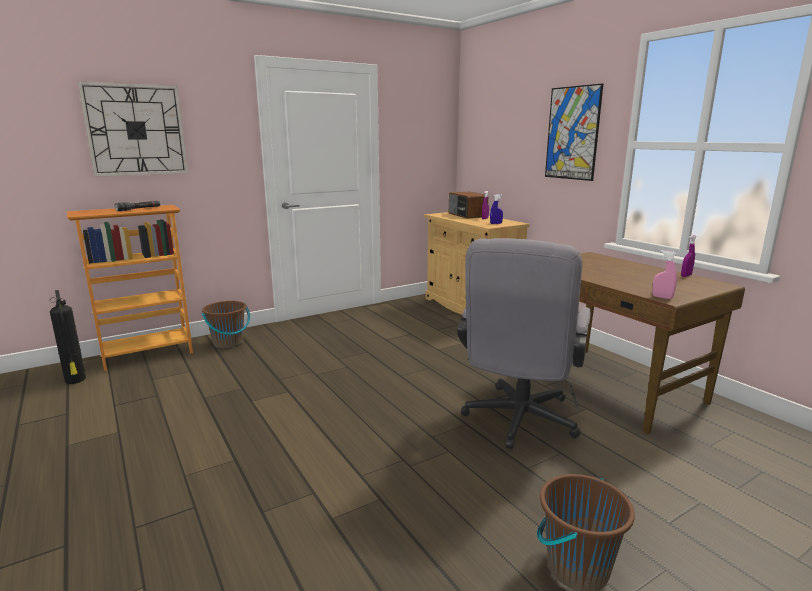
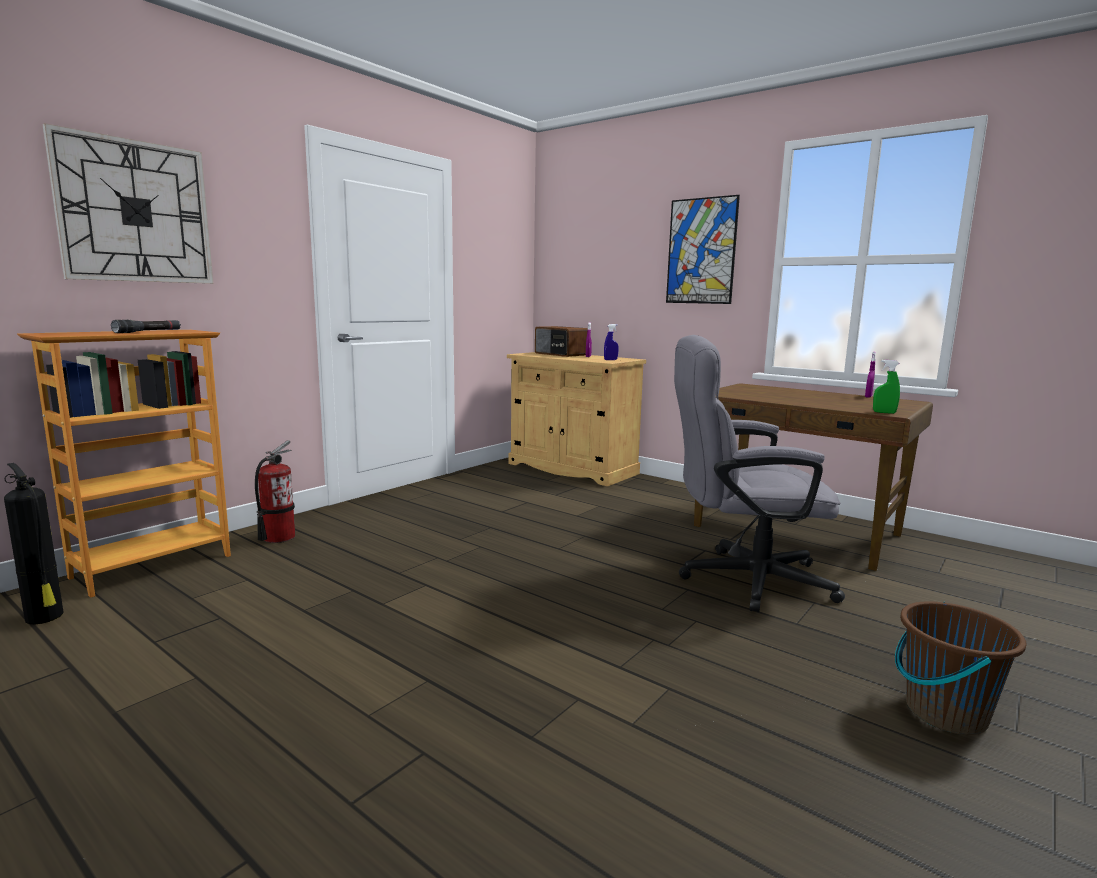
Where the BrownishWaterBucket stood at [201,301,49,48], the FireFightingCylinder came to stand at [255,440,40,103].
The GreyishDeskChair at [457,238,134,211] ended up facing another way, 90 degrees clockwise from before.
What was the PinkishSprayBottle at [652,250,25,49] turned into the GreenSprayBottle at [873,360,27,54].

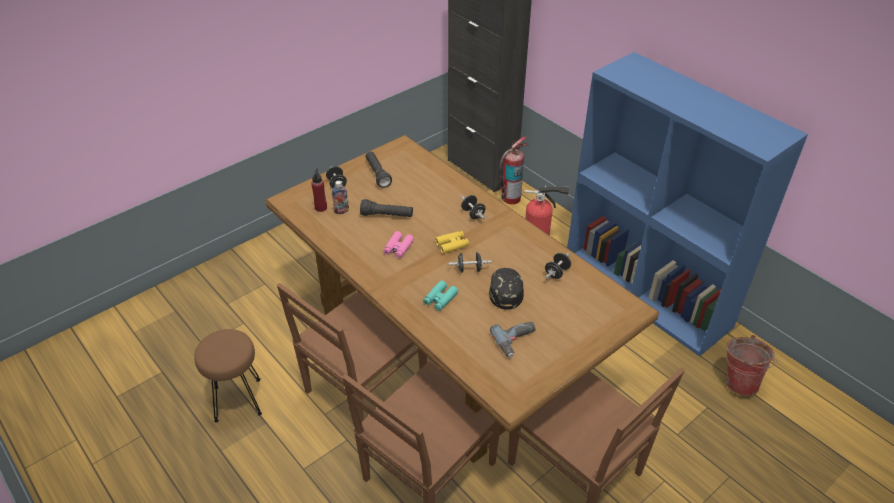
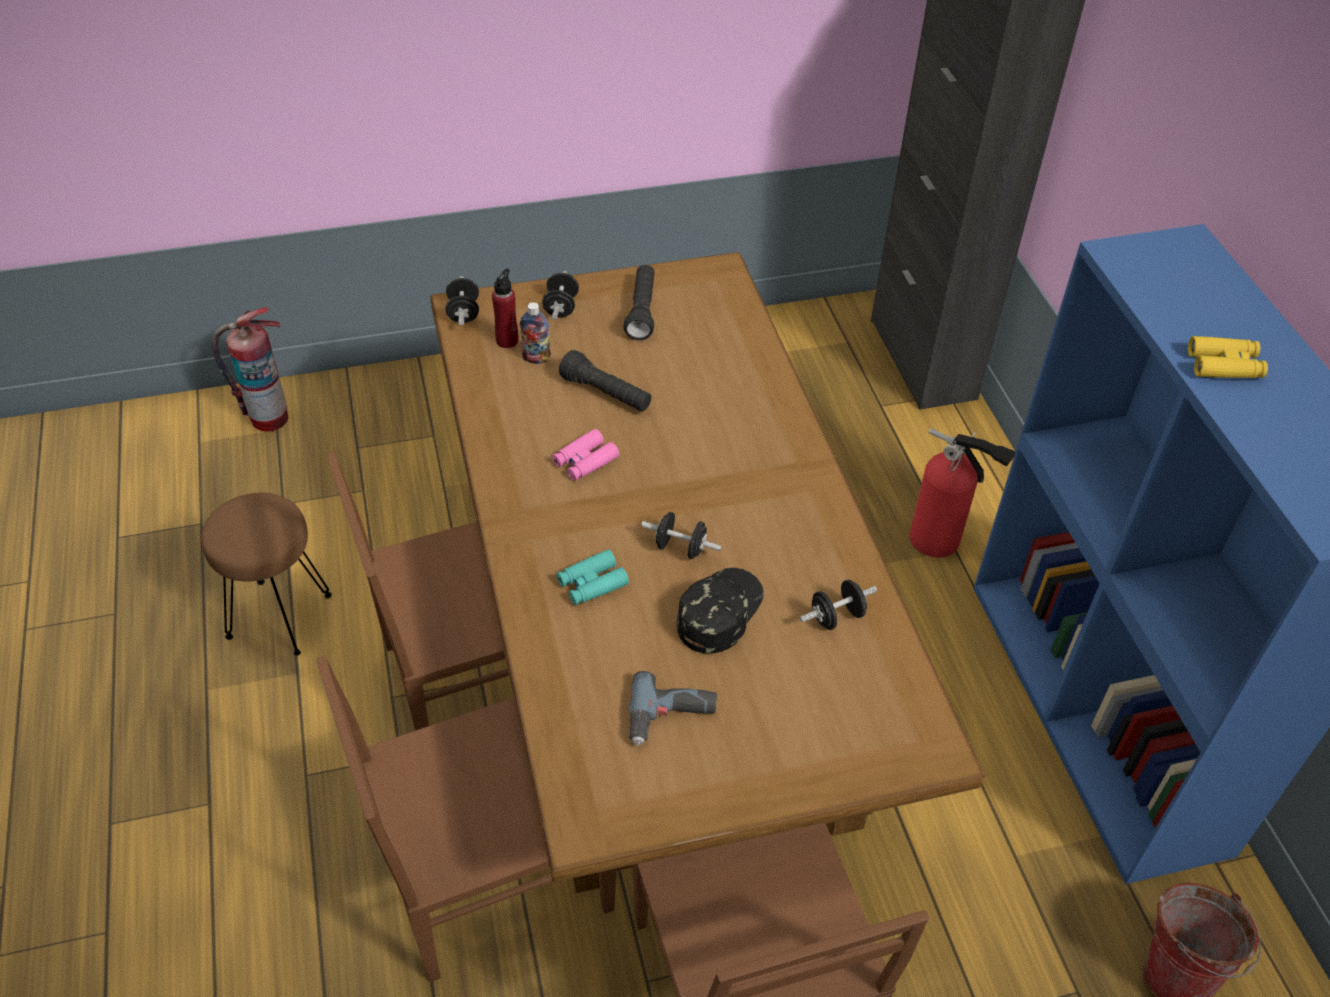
The YellowishBinoculars ended up elsewhere, having gone from [435,231,34,23] to [1188,336,80,42].
The BlackDumbbell ended up elsewhere, having gone from [461,195,25,24] to [445,276,34,50].
The FireFightingCylinder ended up elsewhere, having gone from [499,136,30,68] to [212,307,76,125].

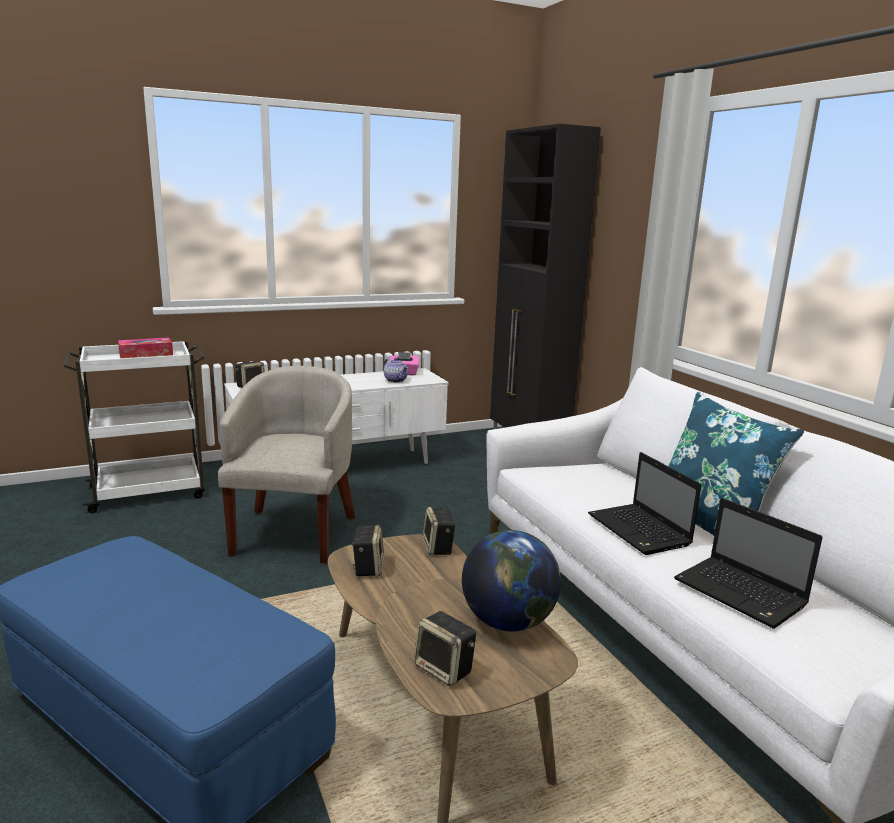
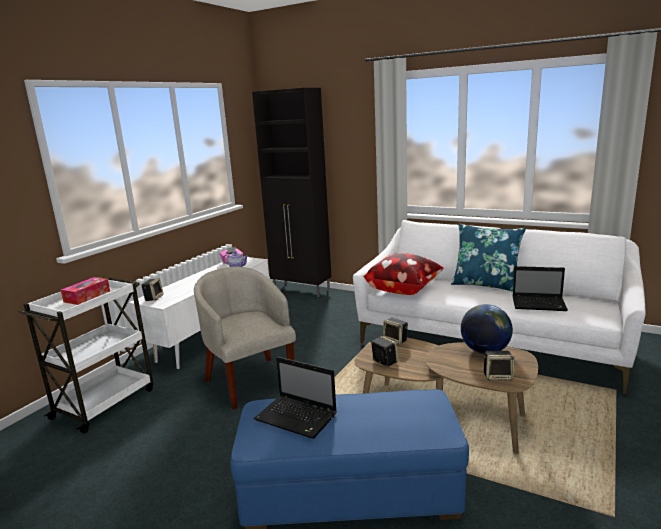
The Laptop ended up elsewhere, having gone from [588,452,113,103] to [254,357,83,82].
The second view gained the Pillow at [363,253,81,42].

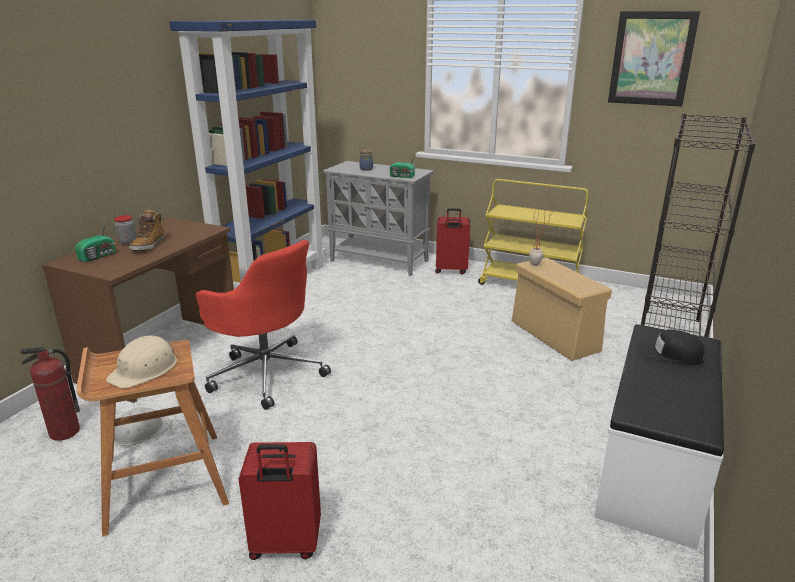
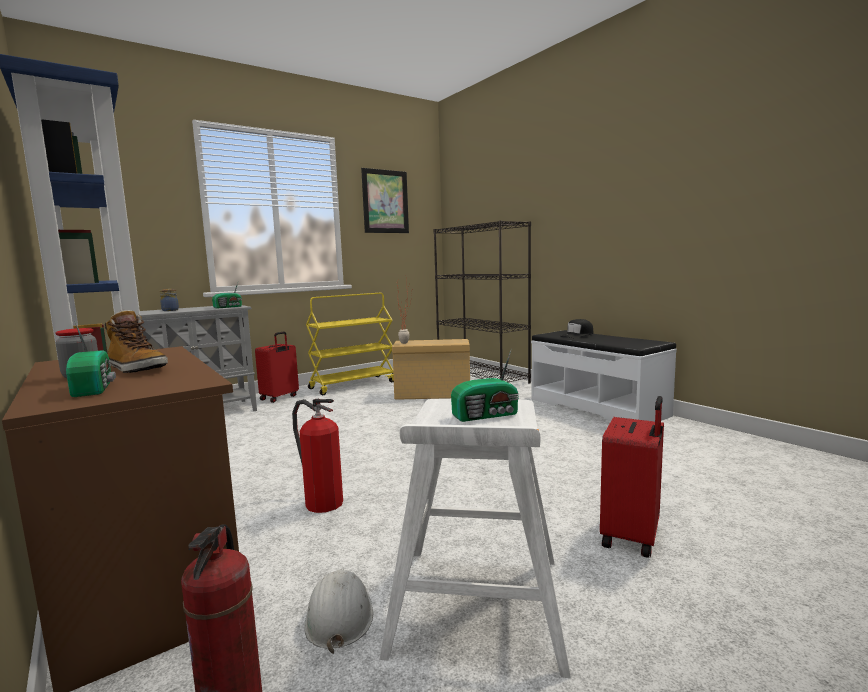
What was the BrownishStool at [76,340,153,196] turned into the WhitishStool at [380,399,191,279].
Where the BeigeSafetyHelmet stood at [106,336,71,52], the RadioSet came to stand at [451,348,68,74].
Where the RedColouredDeskChair stood at [196,240,135,170], the FireFightingCylinder came to stand at [292,399,51,114].

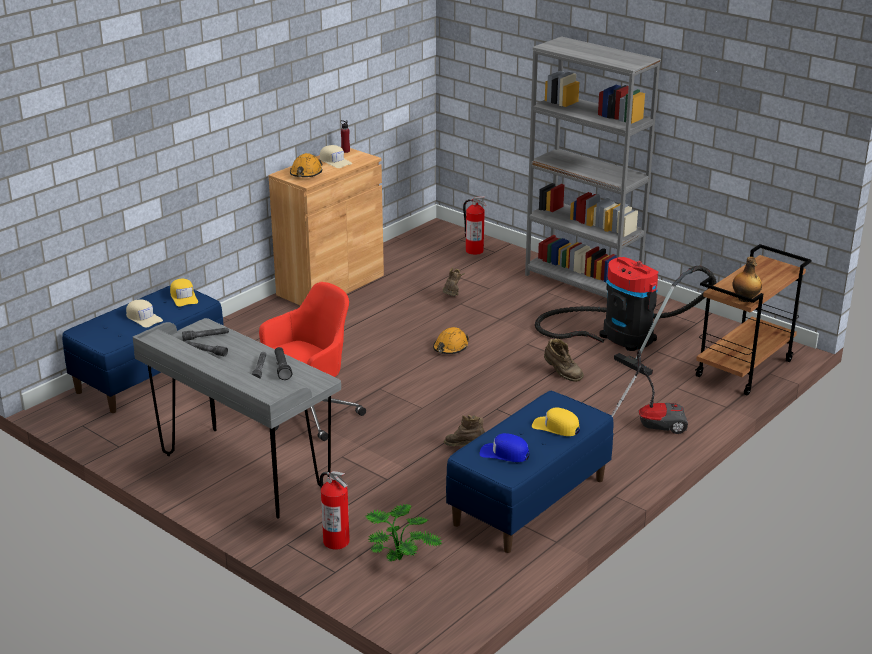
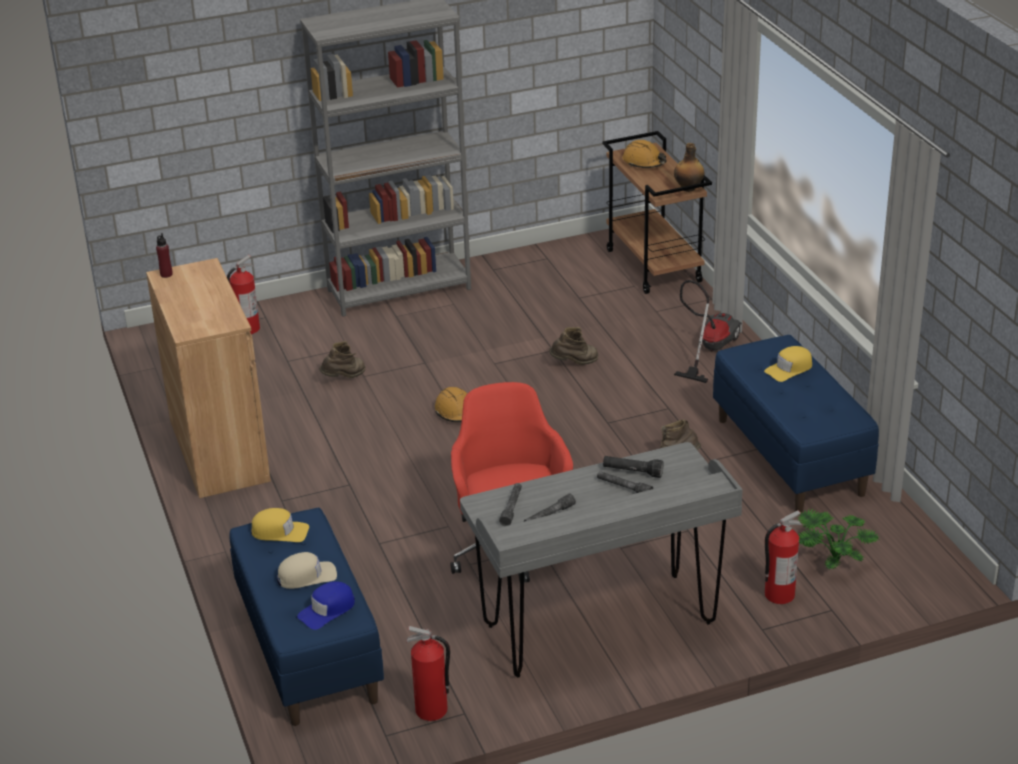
The OrangeySafetyHelmet ended up elsewhere, having gone from [290,153,33,24] to [623,140,44,28].
The second view lost the BeigeCap at [320,145,32,23].
The BrownishTallBoot at [443,267,22,29] ended up facing another way, 105 degrees clockwise from before.
The BlueColouredCap ended up elsewhere, having gone from [480,433,50,29] to [297,581,58,49].
The second view lost the Hoover at [535,257,181,119].
The second view gained the FireFightingCylinder at [406,626,44,95].

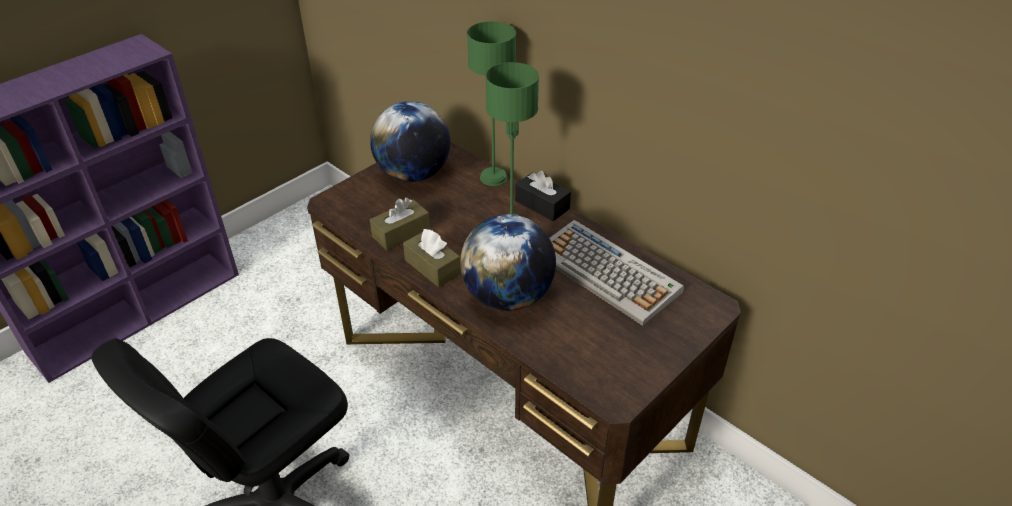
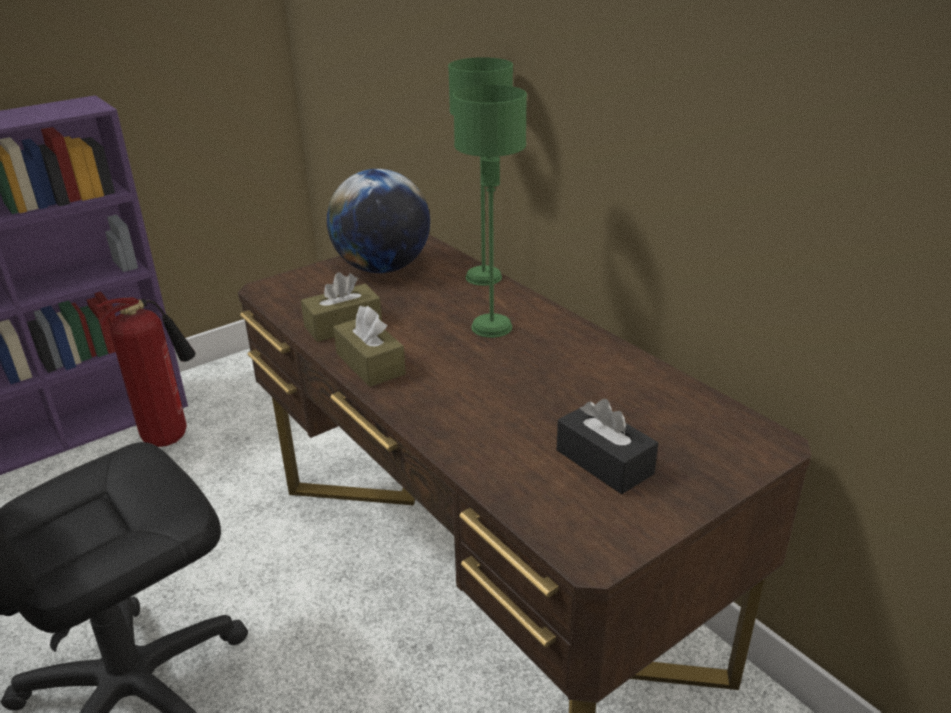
The second view lost the Globe at [460,214,96,97].
The BlackBoxOfTissues ended up elsewhere, having gone from [515,171,56,50] to [557,399,101,95].
The second view lost the PcKeyboard at [550,220,134,106].
The second view gained the FireFightingCylinder at [95,297,101,150].

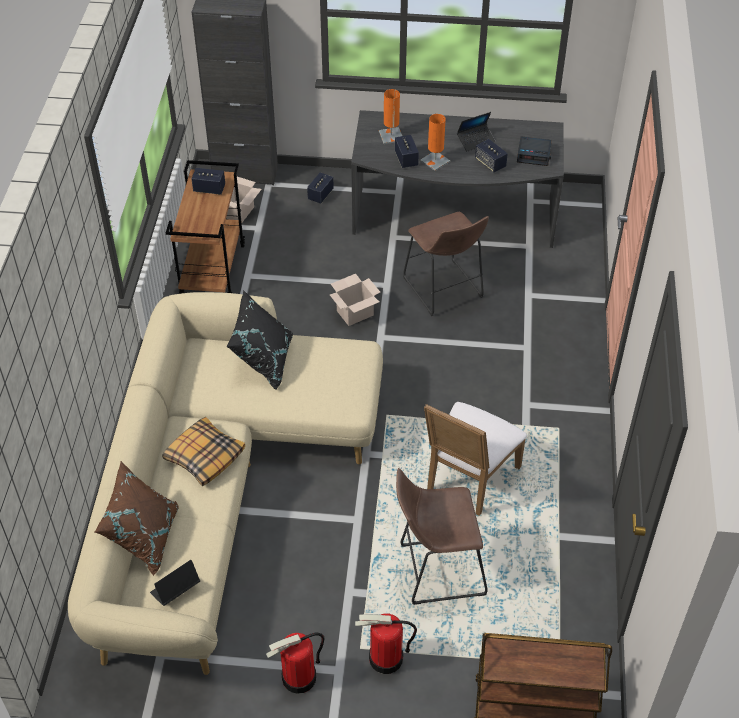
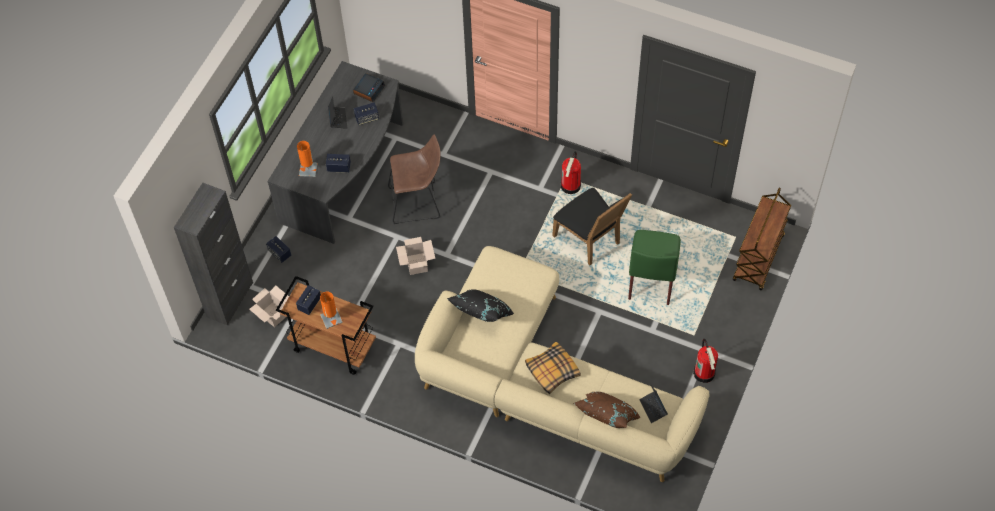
The FireFightingCylinder ended up elsewhere, having gone from [355,614,62,60] to [561,151,20,43].
Where the BrownishStool stood at [396,468,92,137], the GreenUprightChair came to stand at [628,230,53,75].
The OrangeyTabletopLamp ended up elsewhere, having gone from [420,114,30,57] to [320,291,23,38].
What was the WhitishUprightChair at [424,402,103,114] turned into the BlackUprightChair at [552,188,80,77].

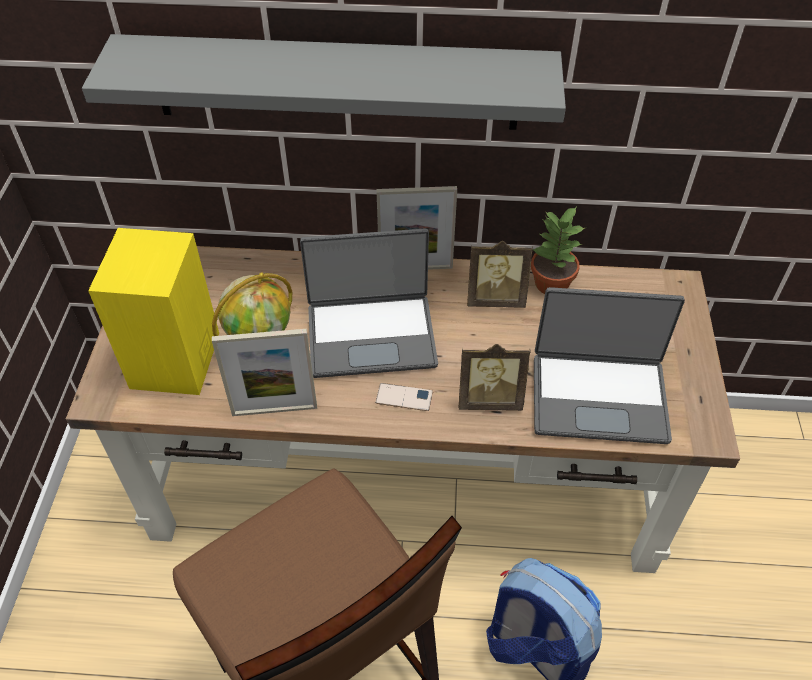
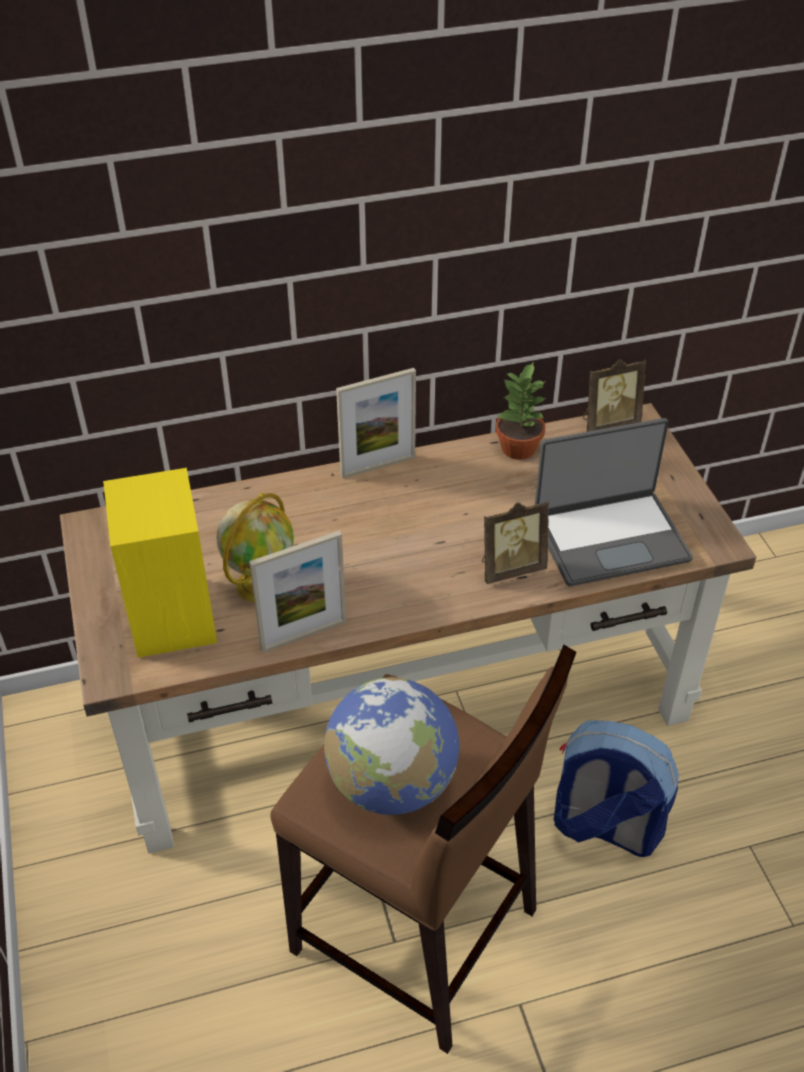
The second view lost the GreyishBracketShelf at [82,34,484,96].
The second view lost the Laptop at [300,228,138,150].
The second view lost the Phone at [375,383,58,28].
The PhotoFrame ended up elsewhere, having gone from [467,241,66,67] to [583,359,63,73].
The second view gained the Globe at [324,677,135,138].

